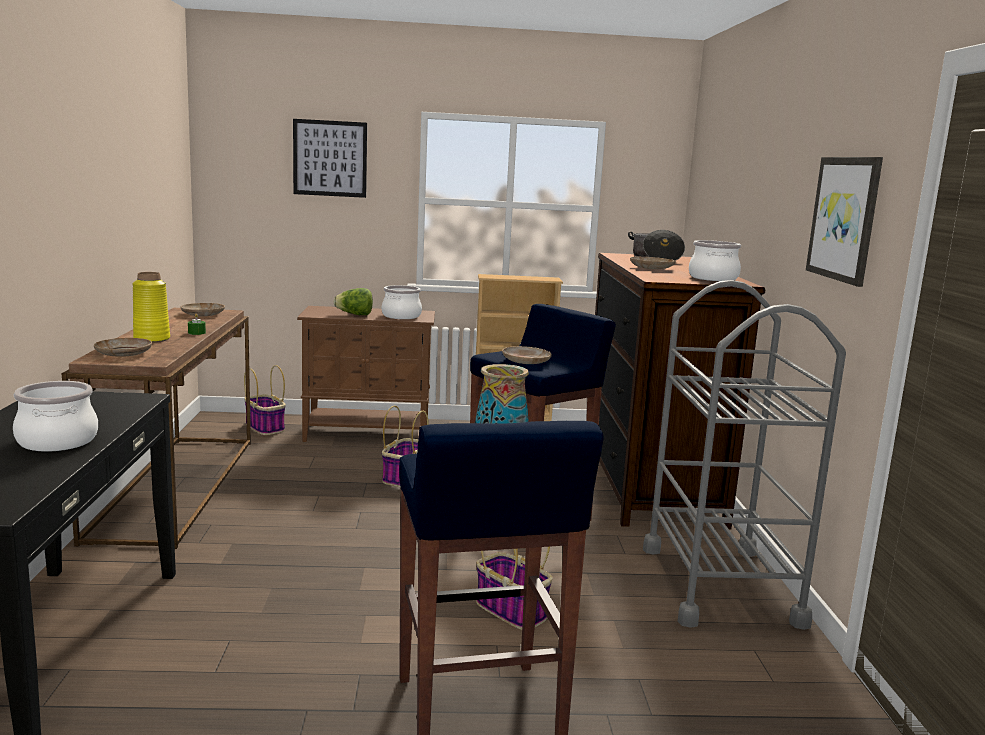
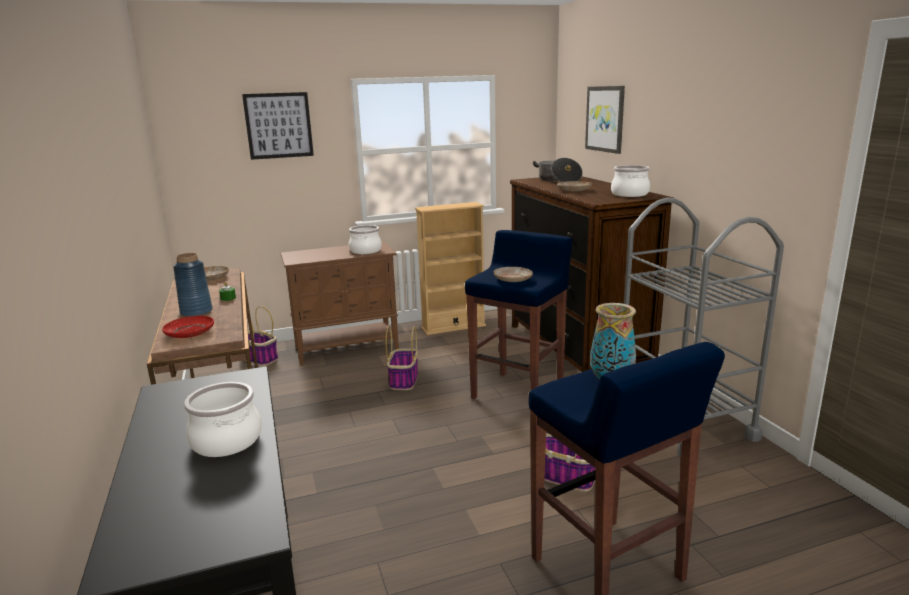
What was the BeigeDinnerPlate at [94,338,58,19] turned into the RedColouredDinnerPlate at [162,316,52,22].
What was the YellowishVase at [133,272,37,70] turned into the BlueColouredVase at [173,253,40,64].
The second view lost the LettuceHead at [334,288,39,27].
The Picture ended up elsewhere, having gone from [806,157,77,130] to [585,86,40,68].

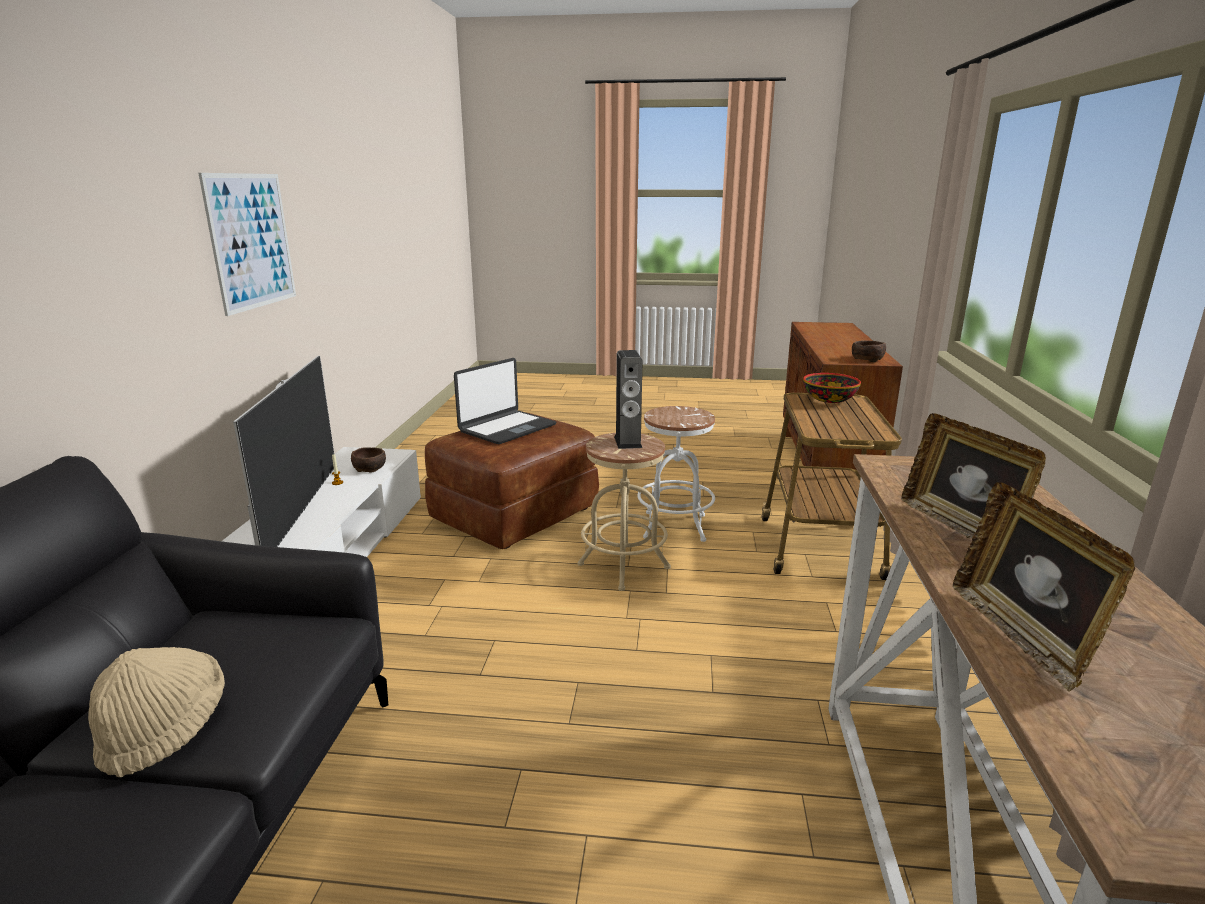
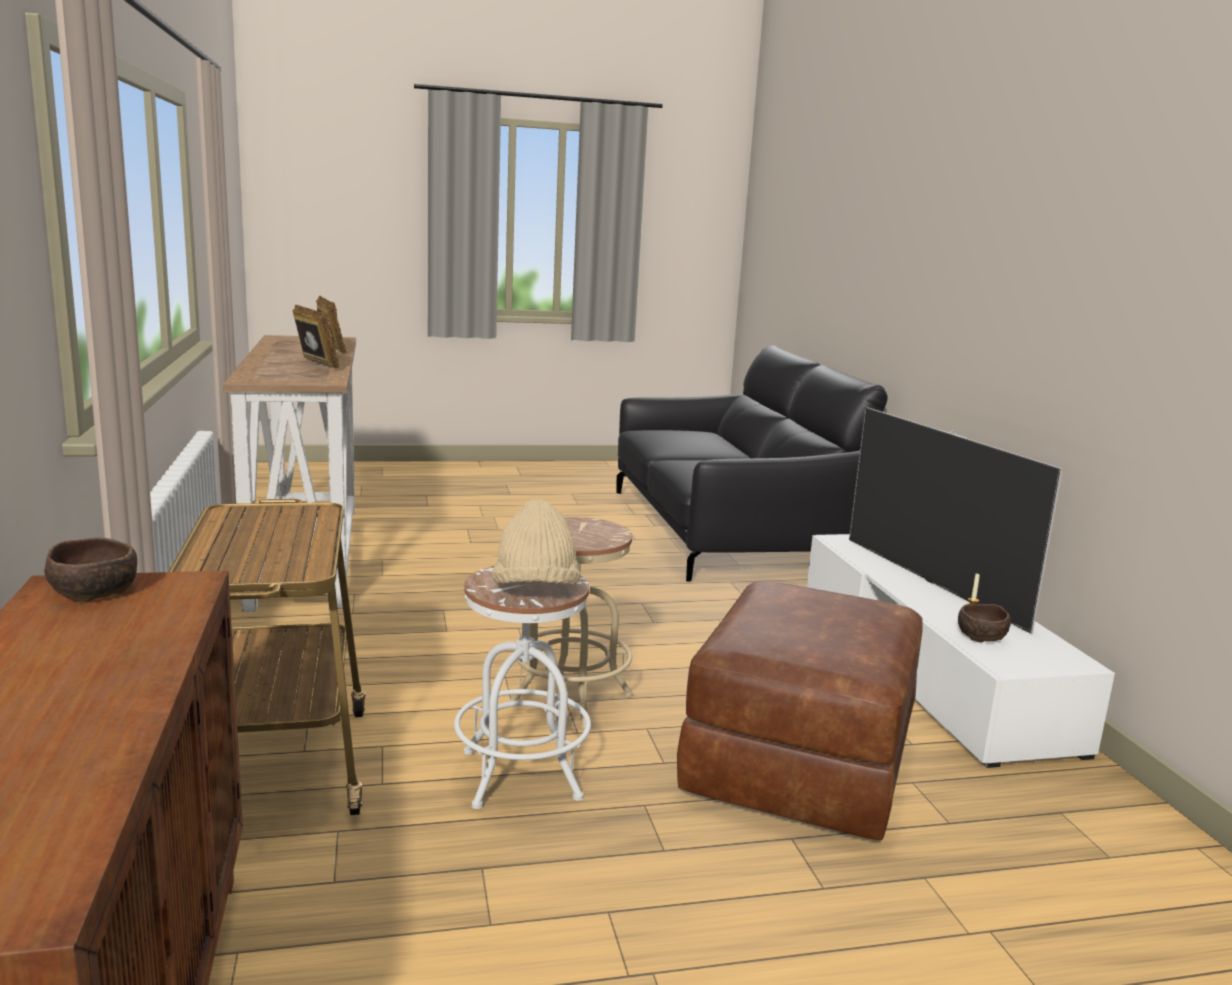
The BeigeClothingHat ended up elsewhere, having gone from [88,647,137,130] to [492,499,89,86].
The second view lost the Picture at [198,173,98,143].
The second view lost the Laptop at [454,358,102,86].
The second view lost the AudioSpeaker at [614,350,28,99].
The second view lost the DeepDish at [803,373,58,30].

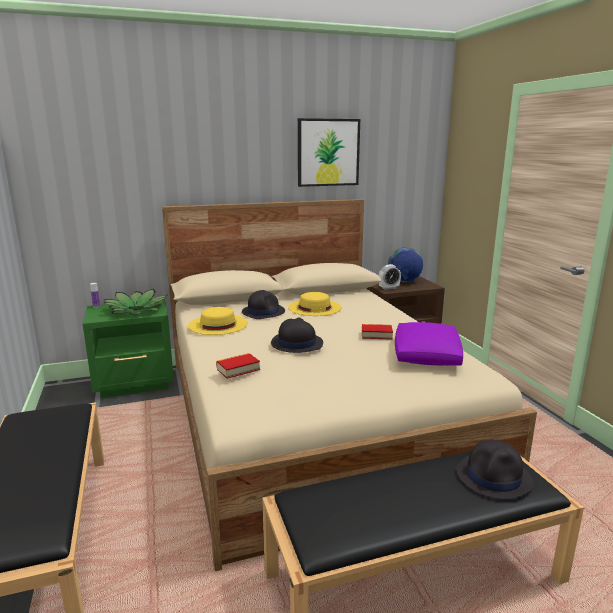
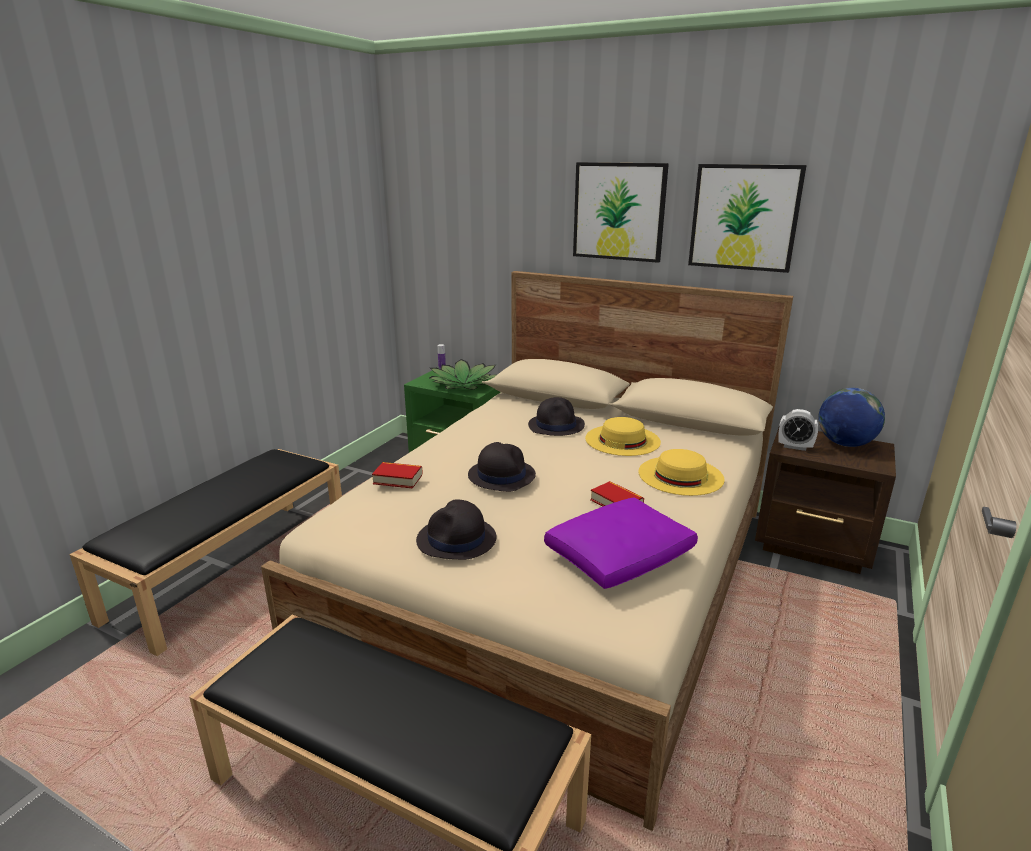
The YellowishClothingHat ended up elsewhere, having gone from [188,307,60,28] to [638,449,87,47].
The BlackClothingHat ended up elsewhere, having gone from [456,440,77,60] to [416,500,80,60].
The second view gained the Picture at [573,162,96,101].

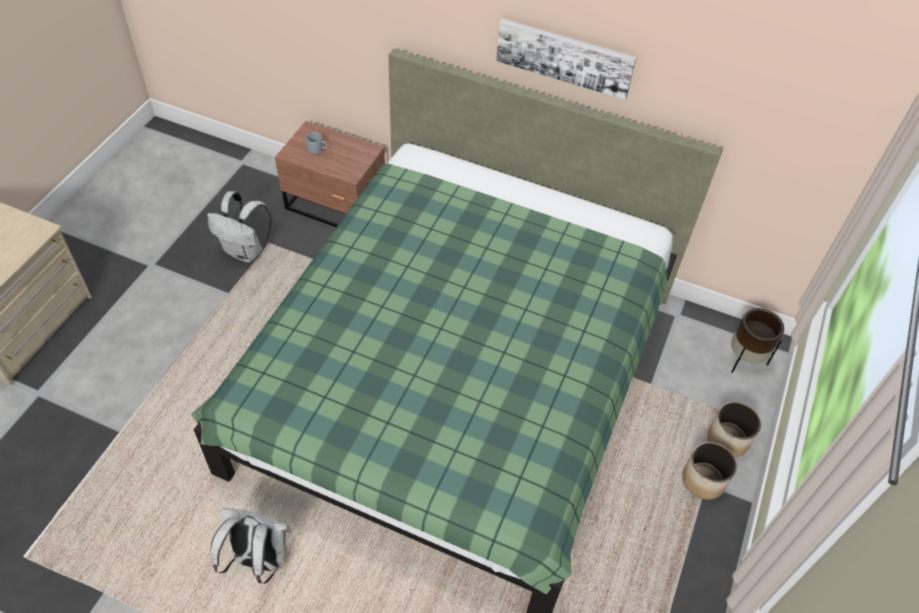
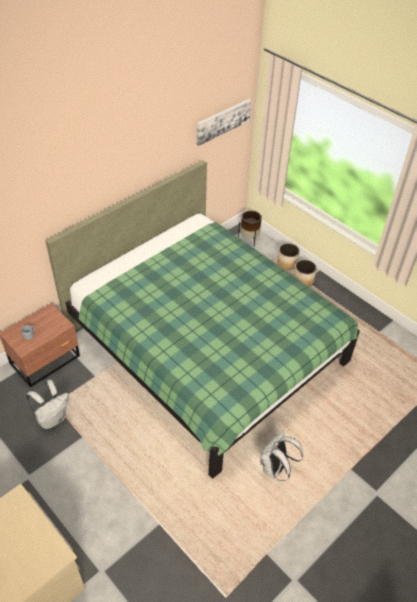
The Picture ended up elsewhere, having gone from [496,19,141,81] to [197,99,54,47].

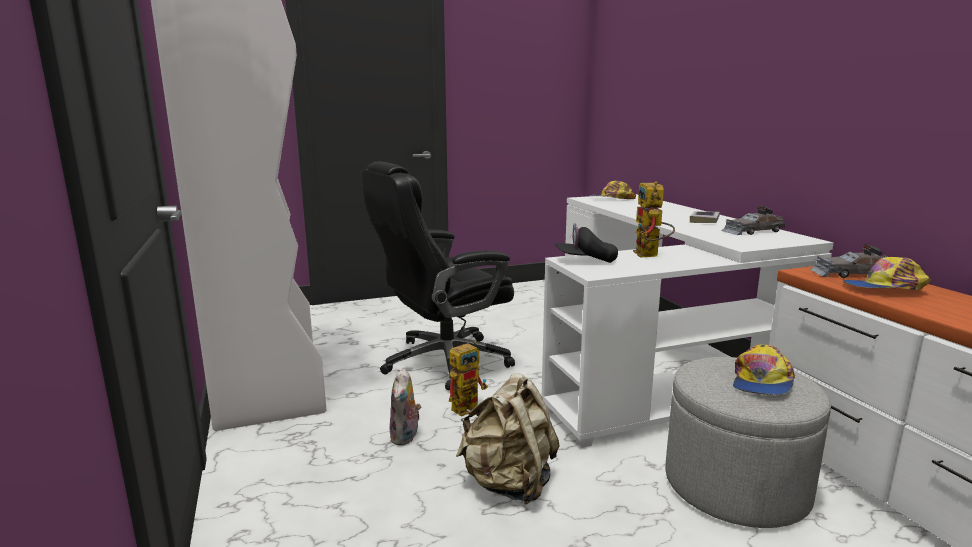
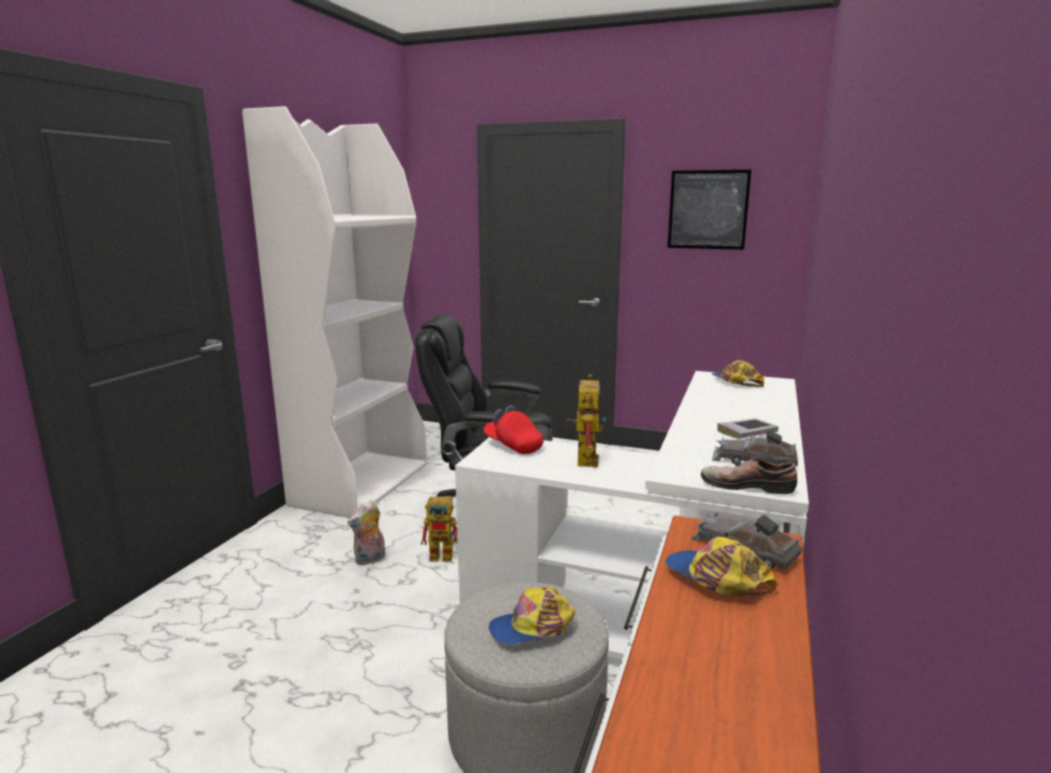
The second view lost the BeigeKnapsack at [456,373,104,132].
What was the BlackCap at [555,223,63,40] turned into the RedColouredCap at [484,405,59,49].
The ToyRobot at [633,182,42,75] ended up facing another way, 150 degrees clockwise from before.
The second view gained the Picture at [667,170,85,80].
The second view gained the ItemOfFootwear at [701,458,96,36].

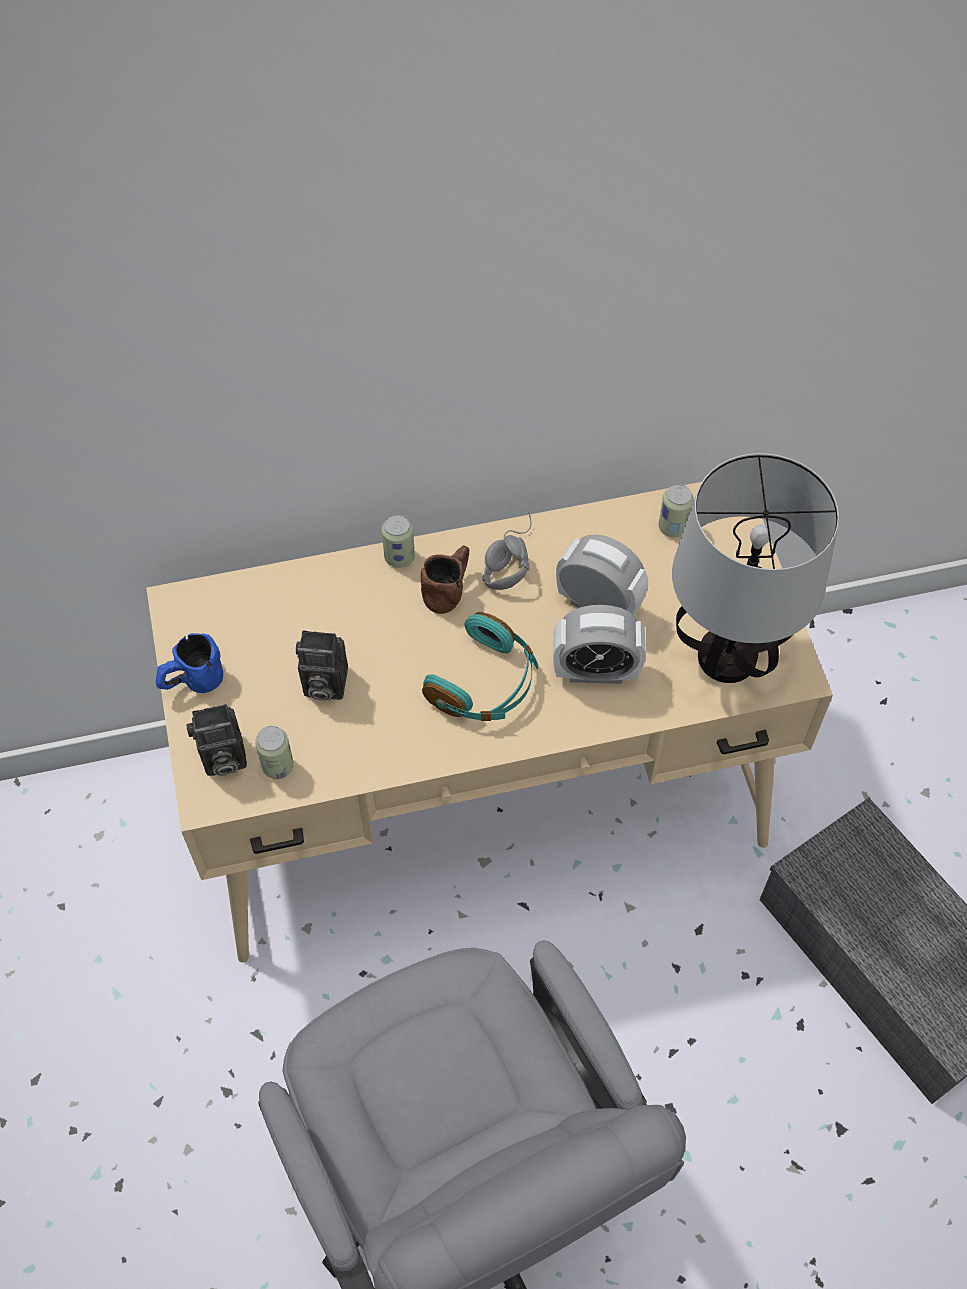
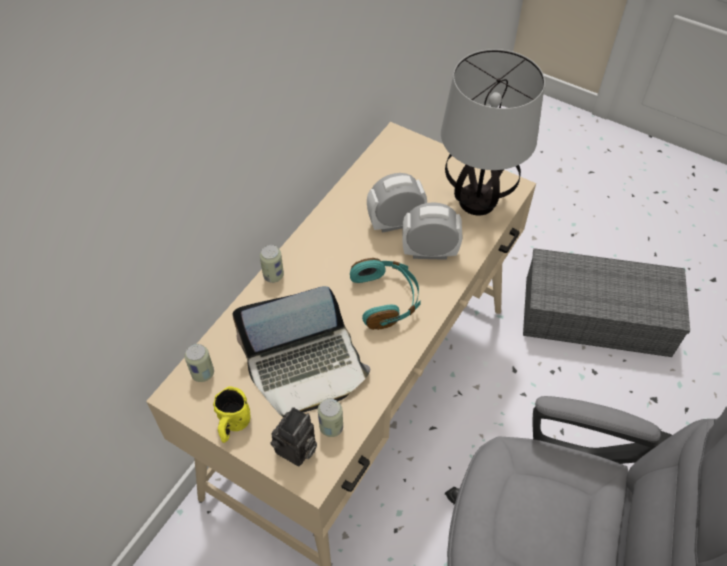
What was the BlueColouredCoffeeMug at [156,633,67,60] turned into the YellowishCoffeeMug at [213,386,38,57].
Where the PhotoCamera stood at [296,630,52,71], the Laptop came to stand at [232,286,138,131].
The second view lost the BrownishCoffeeMug at [421,545,48,69].
The second view lost the GreyishHeadset at [482,512,49,78].
The BedsideClock at [553,605,93,79] ended up facing another way, 135 degrees counterclockwise from before.
The Can ended up elsewhere, having gone from [659,484,35,53] to [185,344,29,38].

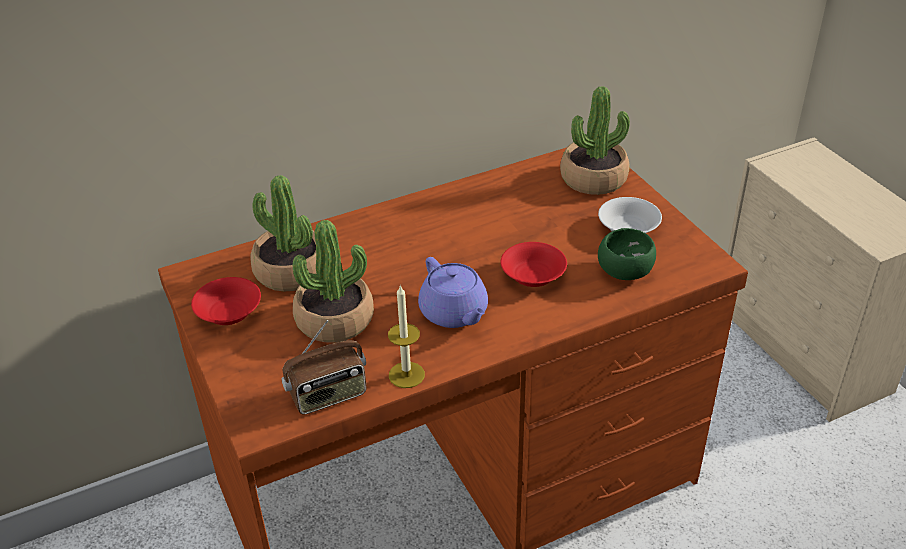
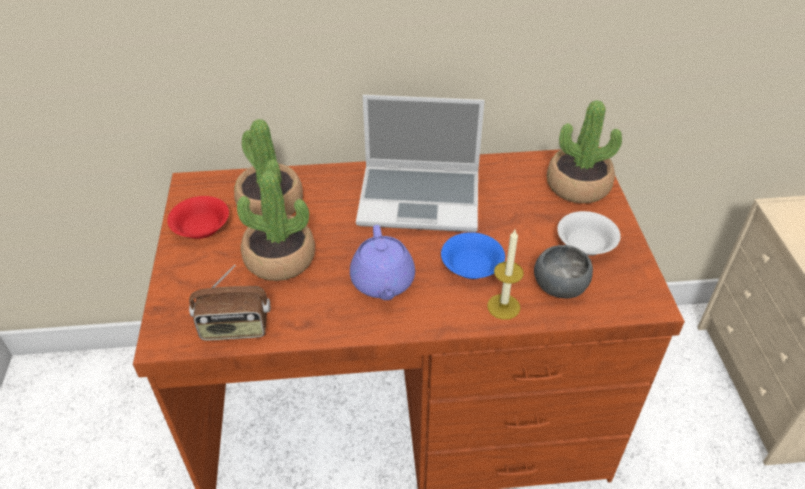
The WaxLight ended up elsewhere, having gone from [388,285,37,103] to [487,230,37,90].
What was the RedColouredDeepDish at [500,242,67,45] turned into the BlueColouredDeepDish at [441,232,64,47].
What was the GreenDeepDish at [598,228,58,52] turned into the GreyishDeepDish at [534,245,59,53].
The second view gained the Laptop at [356,95,129,137].

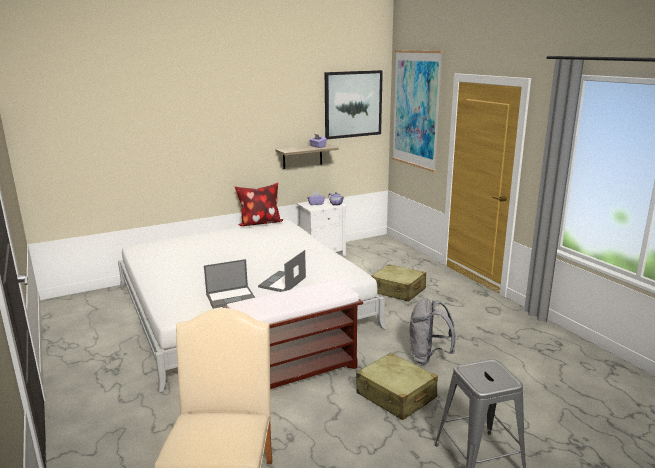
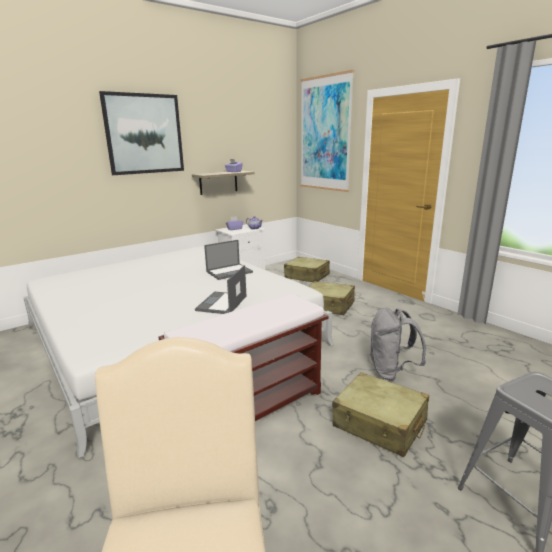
The Laptop ended up elsewhere, having gone from [204,259,51,50] to [204,240,49,40].
The second view lost the Pillow at [235,183,48,43].
The Picture ended up elsewhere, having gone from [325,70,58,69] to [99,91,85,84].
The second view gained the BeigePieceOfLuggage at [284,257,46,25].

